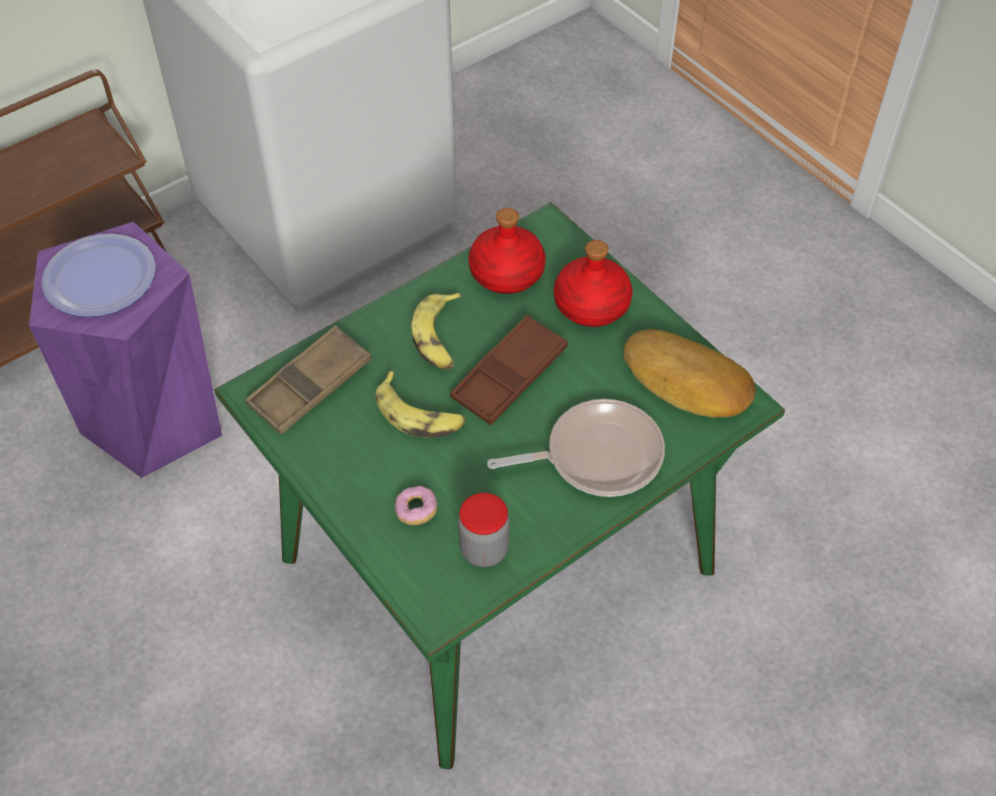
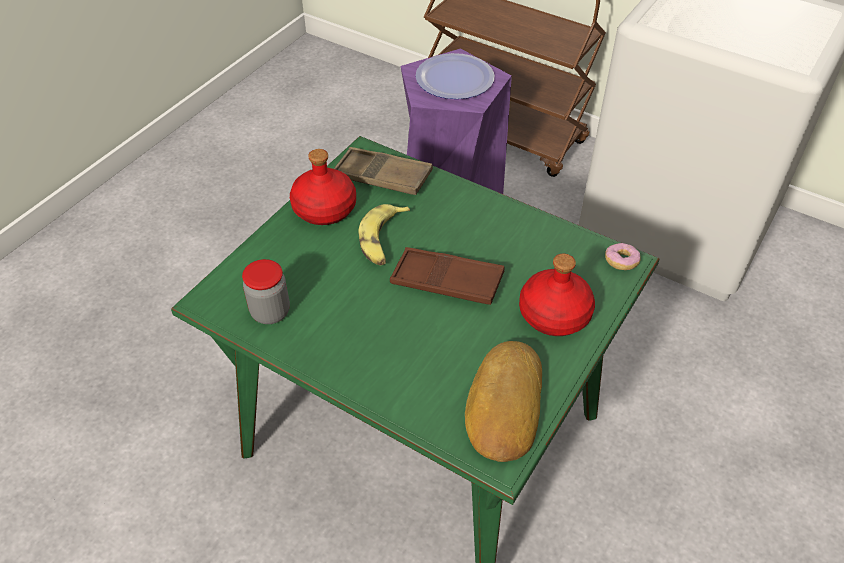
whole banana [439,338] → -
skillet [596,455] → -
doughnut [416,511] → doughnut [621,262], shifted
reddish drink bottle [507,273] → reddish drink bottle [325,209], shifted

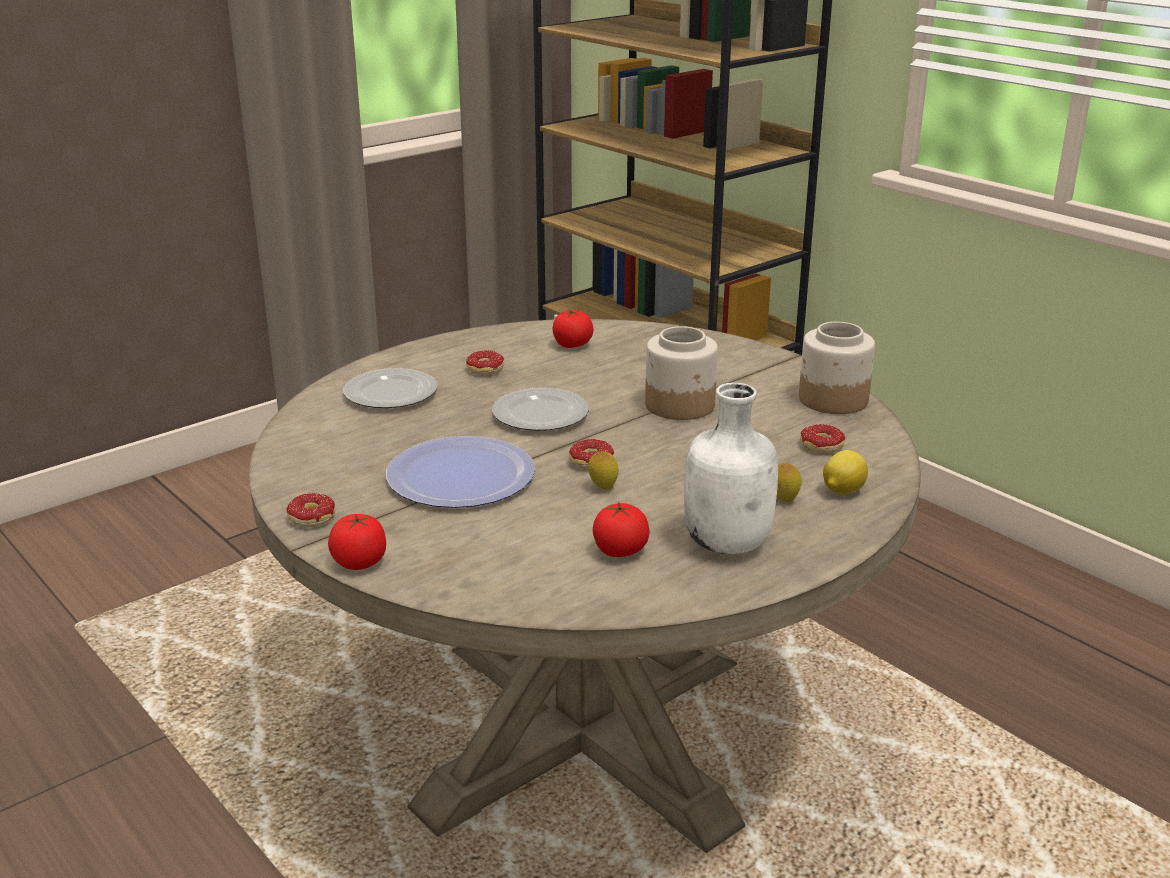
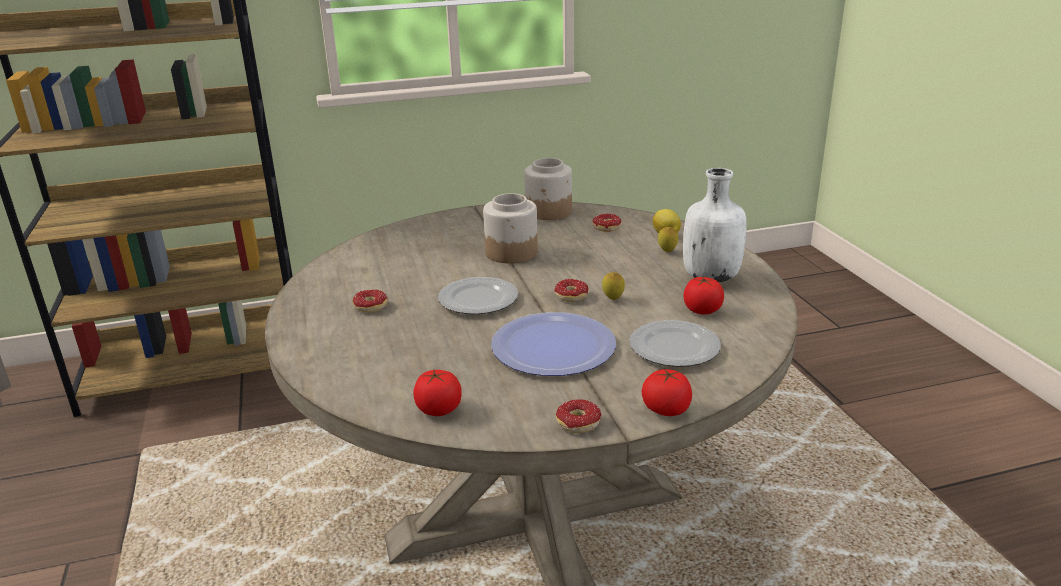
plate [390,394] → plate [675,348], shifted
fresh tomato [572,345] → fresh tomato [439,409], shifted

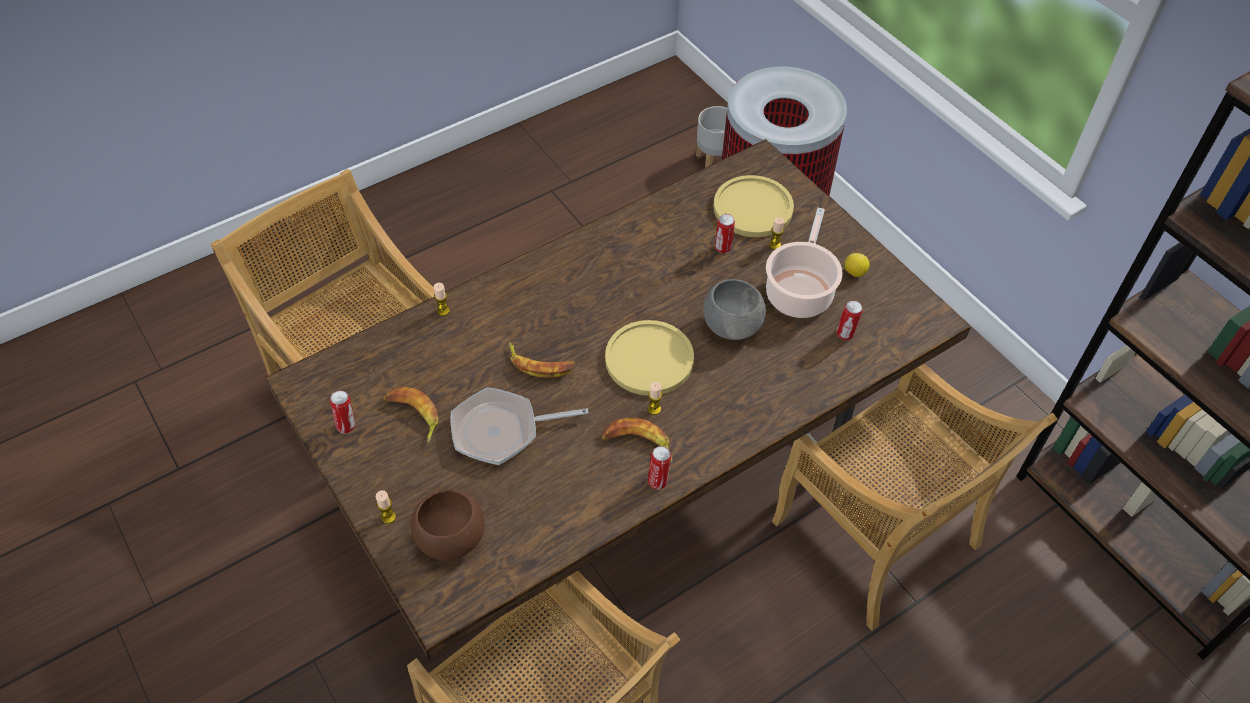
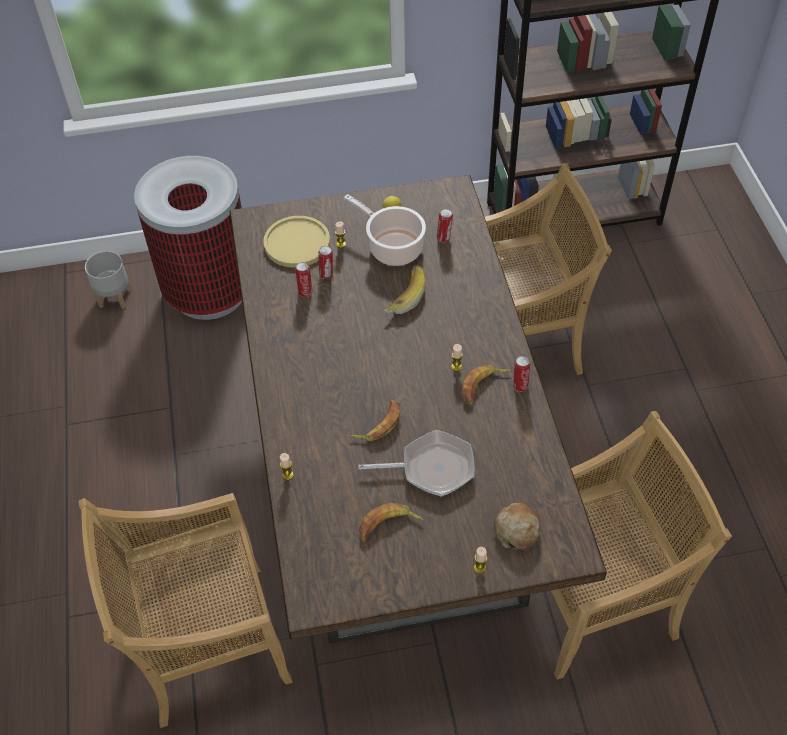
yellow-coloured plate [649,359] → -
metal can [347,426] → metal can [305,292], shifted
brown bowl [450,538] → baked bread [516,530]
greyish bowl [732,326] → whole banana [403,296]
skillet [502,431] → skillet [431,468], 105 degrees counterclockwise

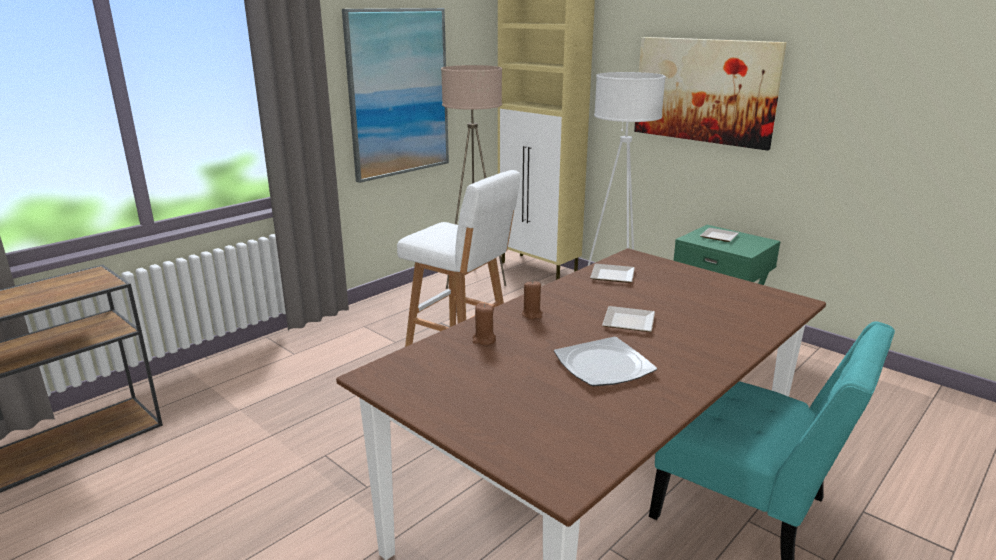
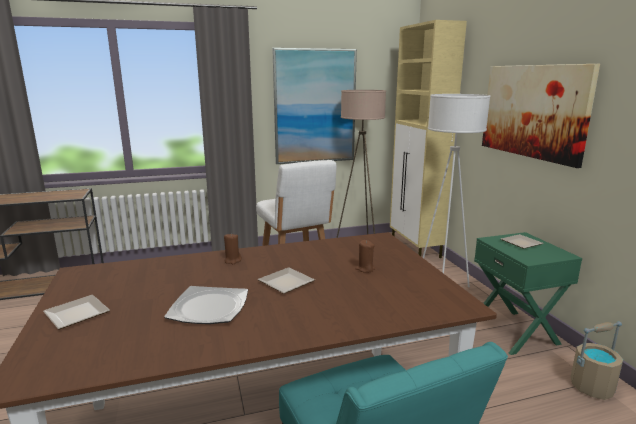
- → sand-coloured water bucket [592,387]
brown wax candle [484,340] → brown wax candle [365,269], shifted
plate [611,275] → plate [78,313], shifted

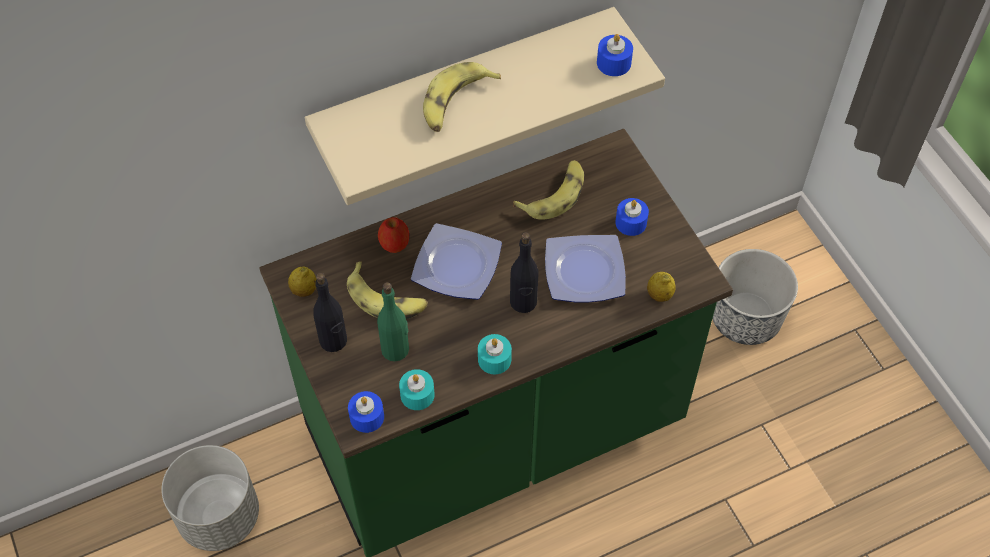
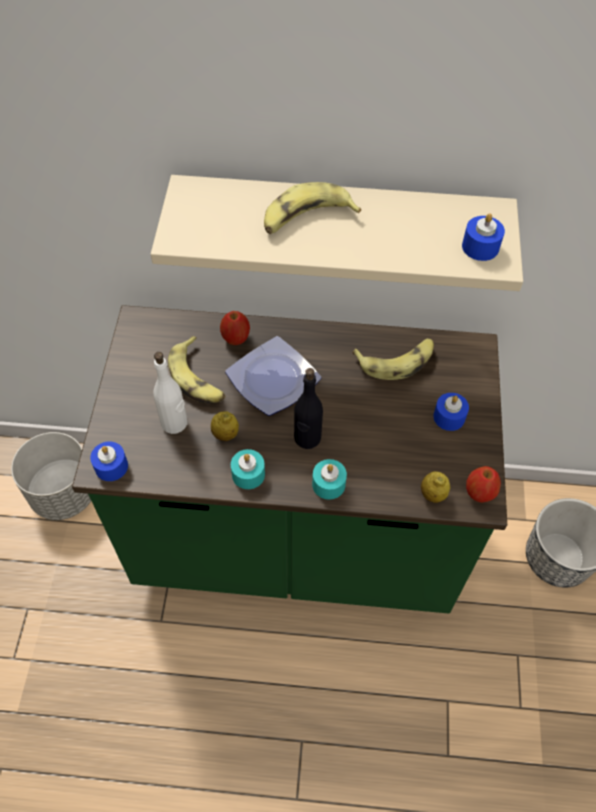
black drink bottle [333,341] → -
plate [583,273] → -
- → apple [480,492]
lemon [304,290] → lemon [225,434], shifted
turquoise-coloured wax candle [417,395] → turquoise-coloured wax candle [328,484], shifted
green-coloured drink bottle [395,349] → whitish drink bottle [174,423]

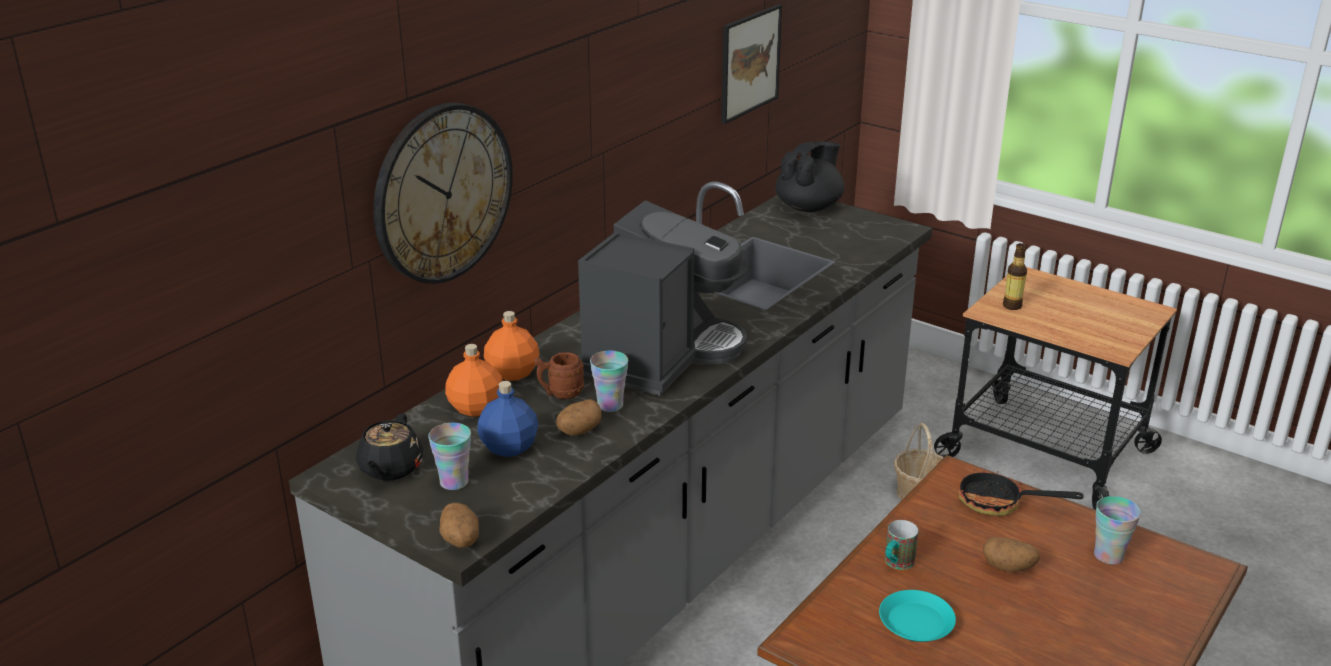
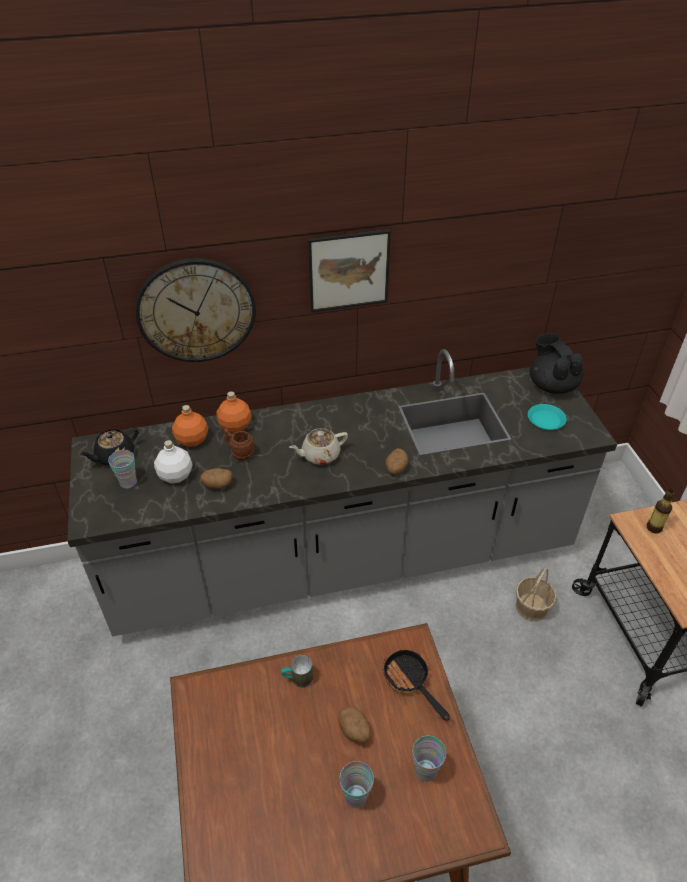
spud [460,541] → spud [395,469], shifted
cup [610,405] → cup [356,796], shifted
wall art [750,63] → wall art [349,271], shifted
turquoise-coloured plate [916,622] → turquoise-coloured plate [546,420], shifted
coffee maker [659,354] → sand-coloured teapot [320,455]
blue-coloured drink bottle [508,447] → whitish drink bottle [175,475]
black teapot [809,207] → black teapot [552,385], 105 degrees counterclockwise

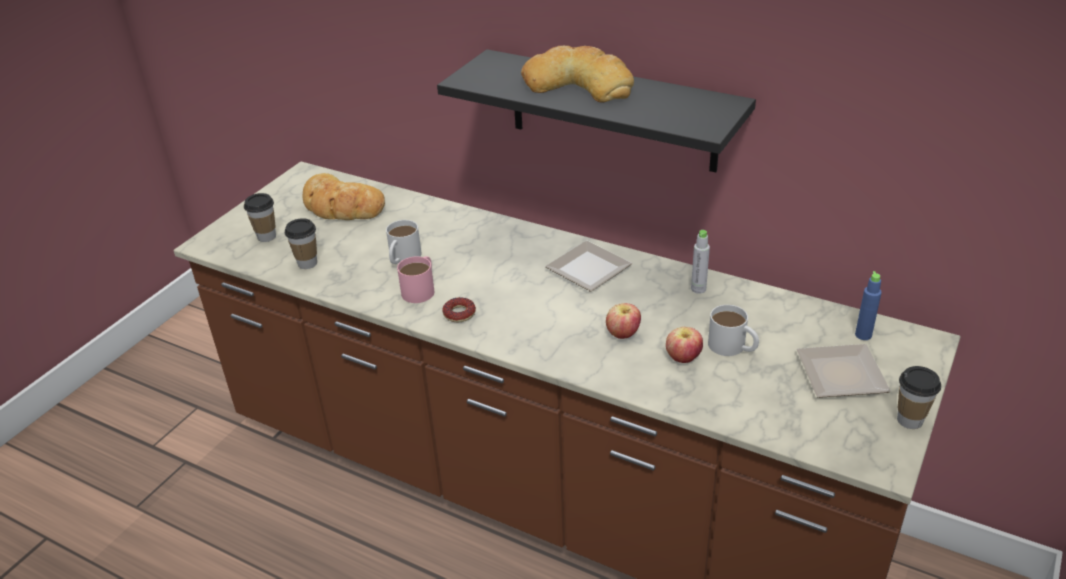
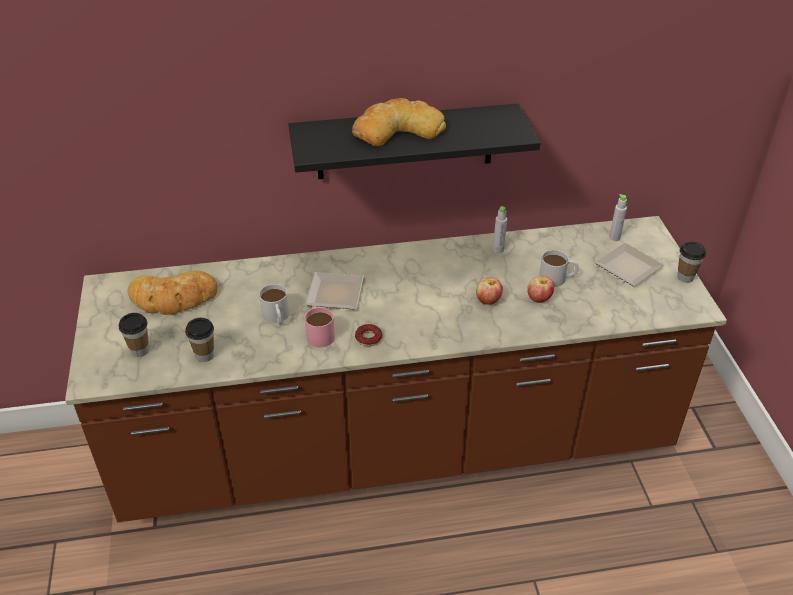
plate [588,268] → plate [333,292], shifted
blue-coloured drink bottle [863,335] → greyish drink bottle [614,237]

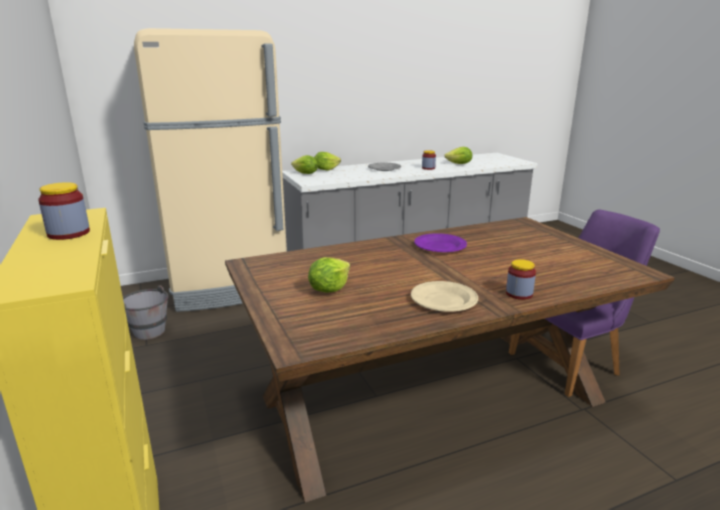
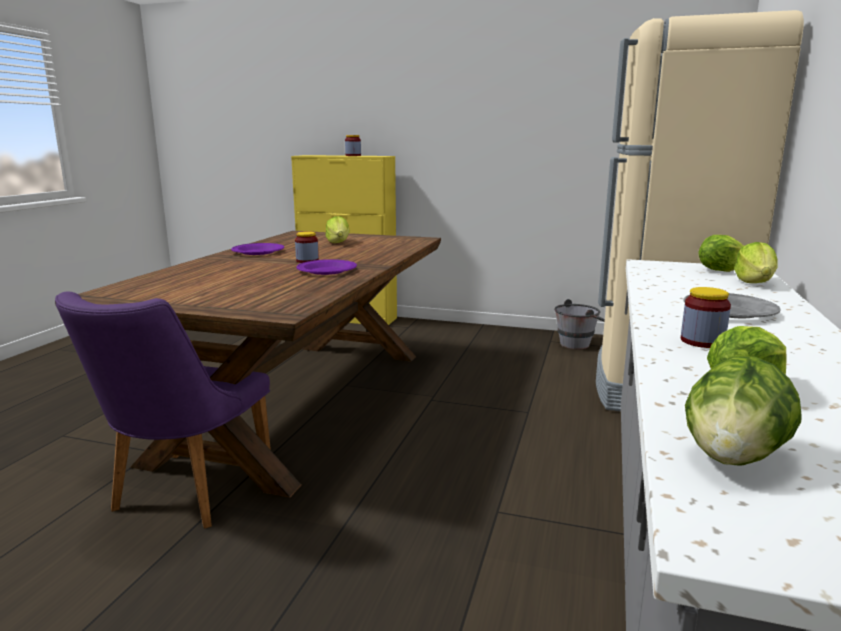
- → lettuce [734,456]
storage jar [519,294] → storage jar [307,261], shifted
sand-coloured plate [444,300] → purplish plate [258,252]

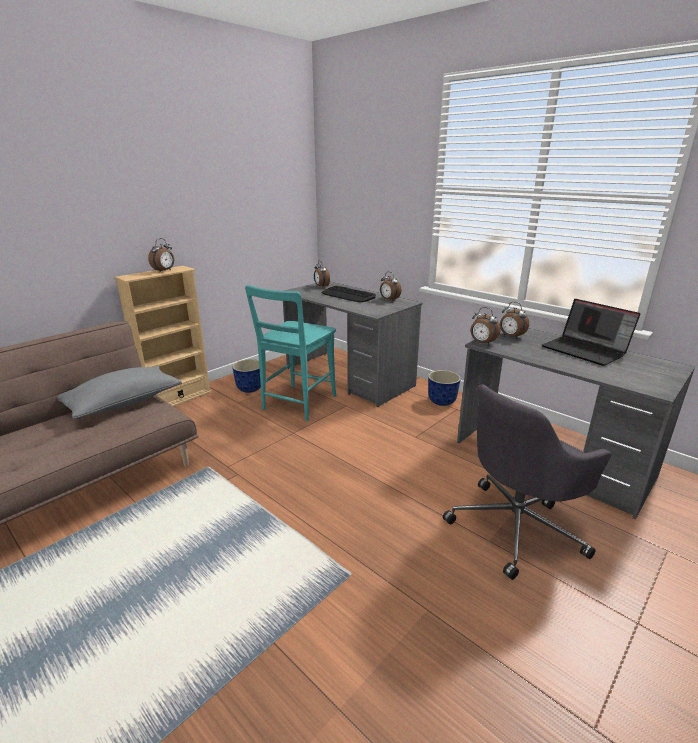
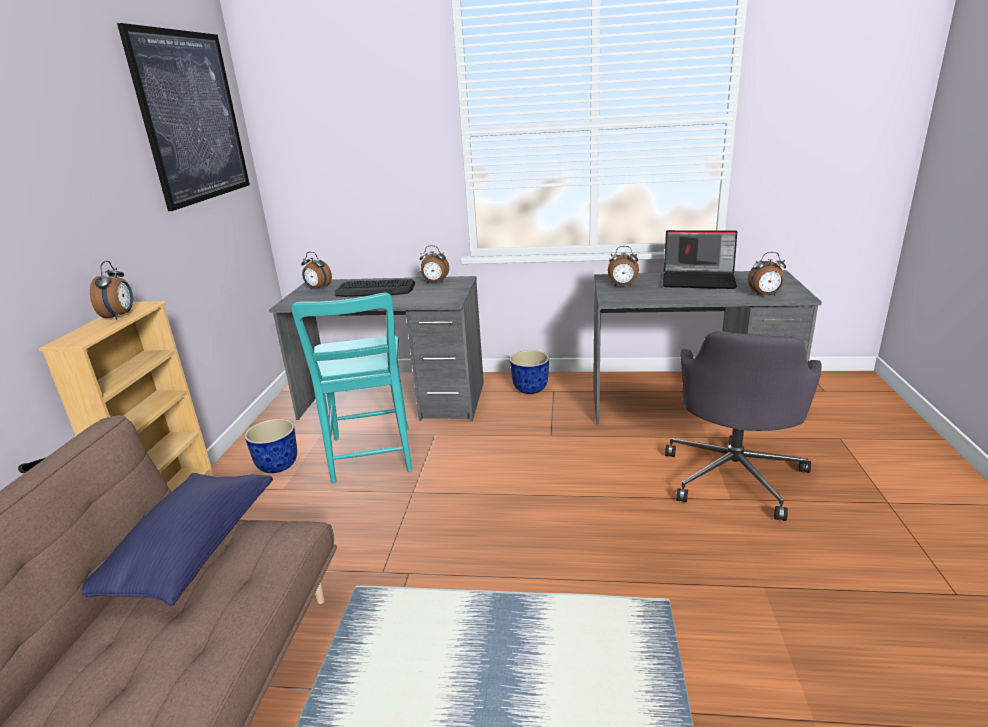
- → wall art [192,117]
table clock [482,343] → table clock [765,295], shifted
greyish pillow [123,403] → blue-coloured pillow [191,551]

